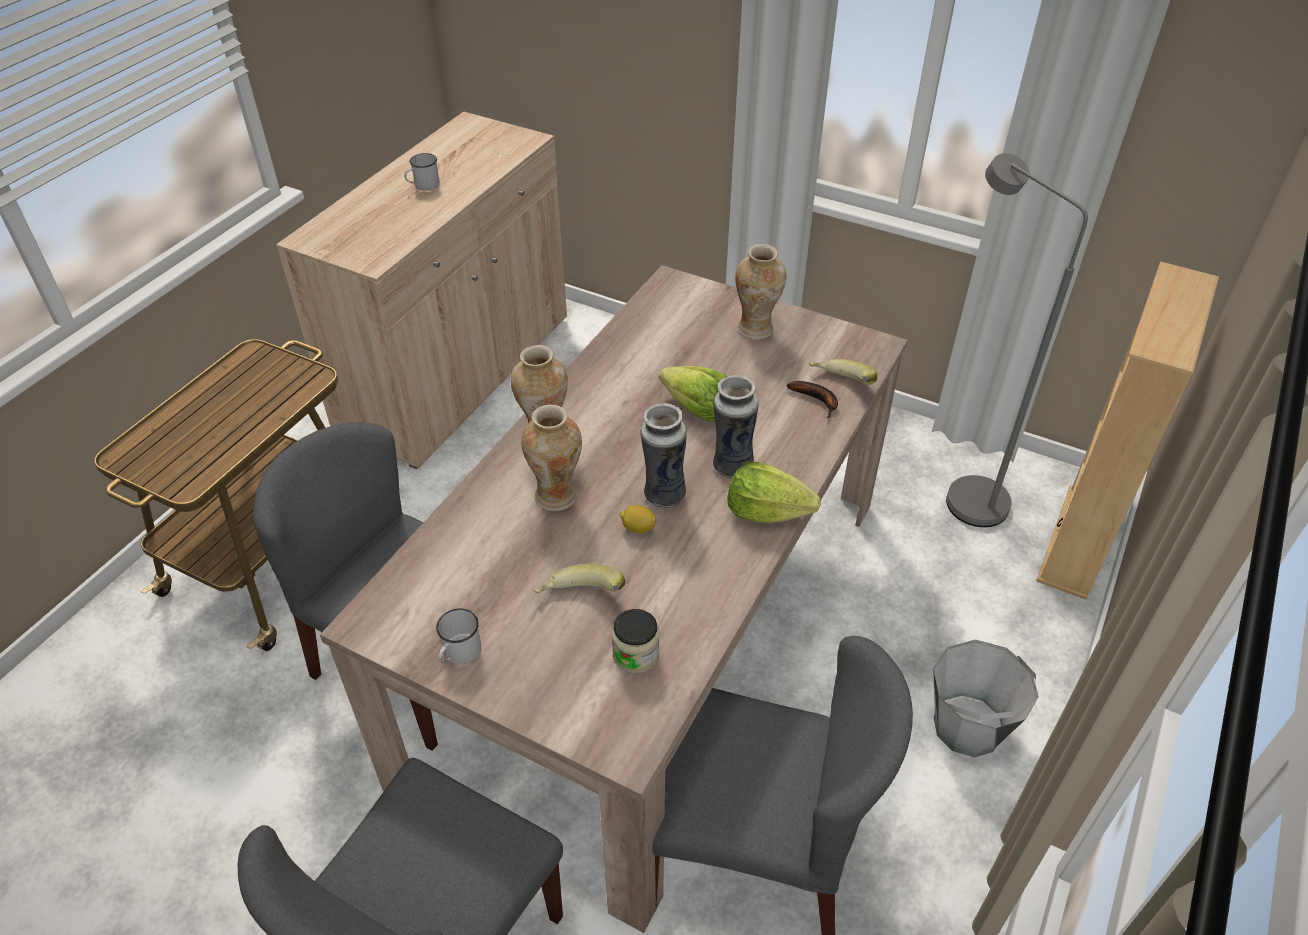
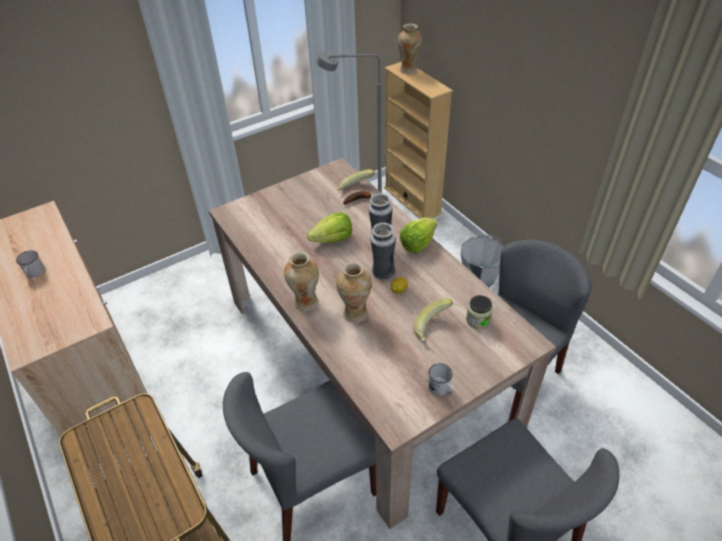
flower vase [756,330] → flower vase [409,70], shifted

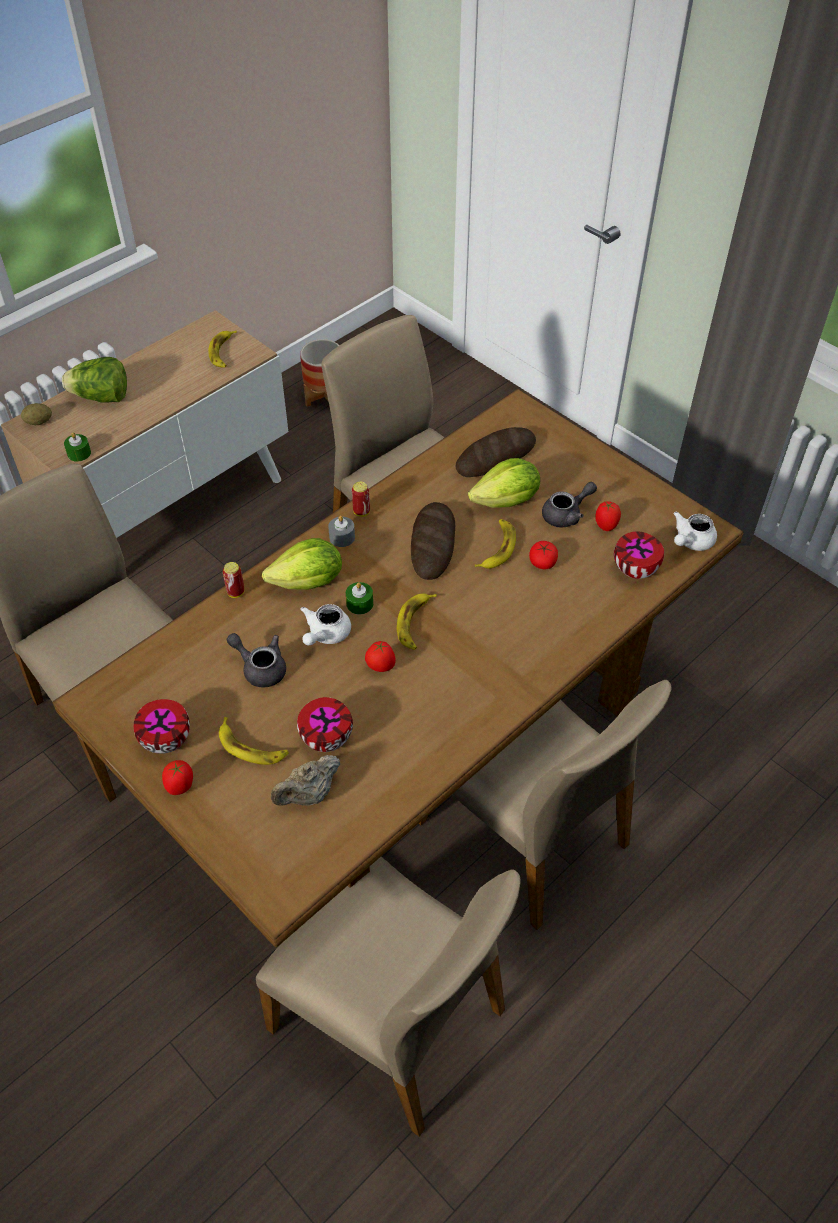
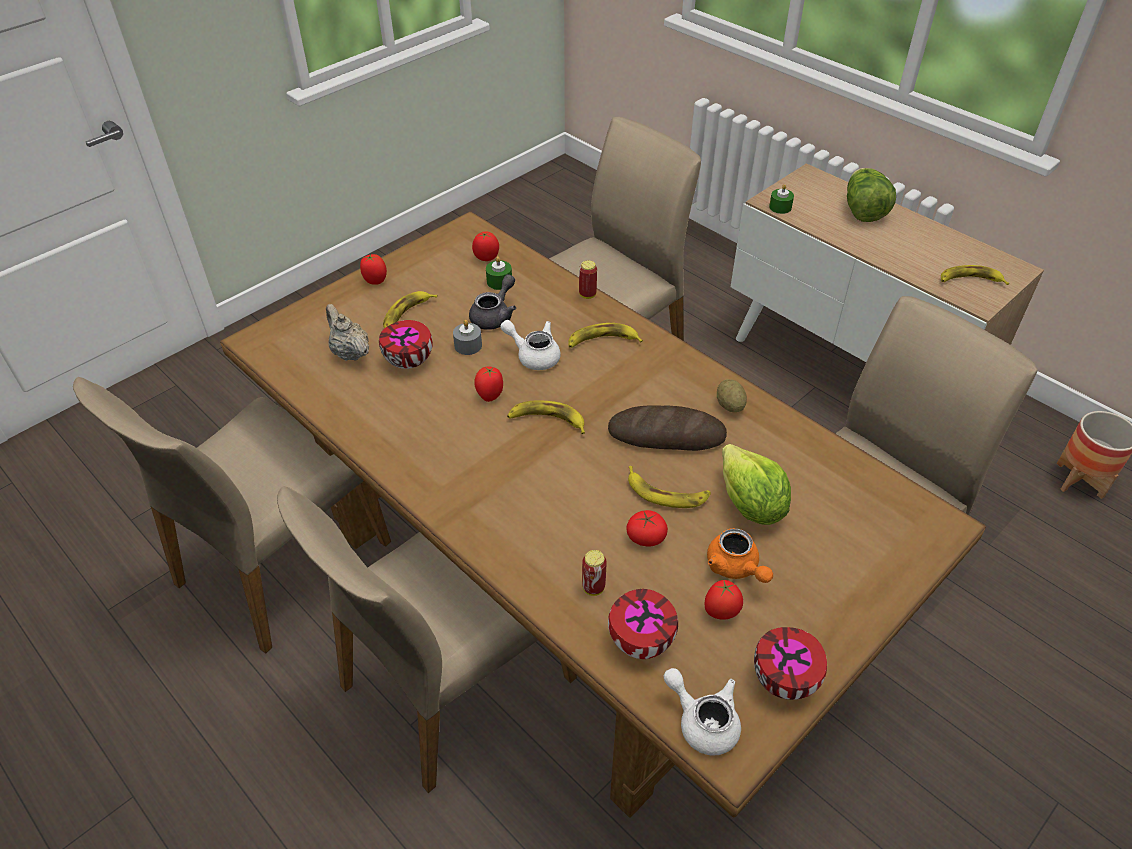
baked bread [495,457] → -
- → fresh tomato [486,258]
spud [39,422] → spud [730,405], shifted
bowl [167,739] → bowl [786,681], shifted
greyish wax candle [342,537] → greyish wax candle [468,345], shifted
green-coloured wax candle [359,604] → green-coloured wax candle [499,281], shifted
metal can [361,512] → metal can [593,587], shifted
lettuce [308,582] → whole banana [602,341]
greyish teapot [566,514] → orangey teapot [735,568]

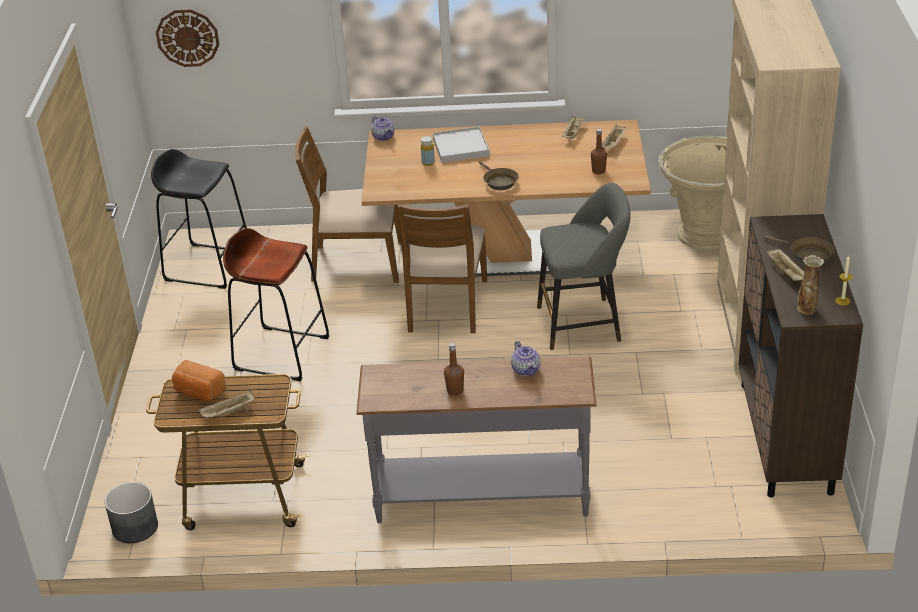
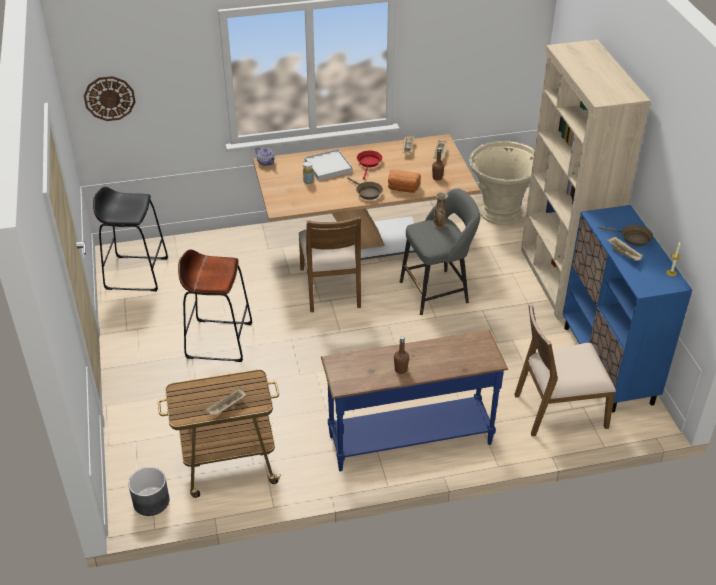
teapot [526,370] → -
- → reddish skillet [369,163]
baked bread [199,392] → baked bread [403,188], shifted
brown upright chair [356,262] → brown upright chair [559,409], shifted
flower vase [807,309] → flower vase [439,225], shifted
greyish console table [482,496] → blue-coloured console table [409,439]
brown cabinet [785,438] → blue-coloured cabinet [607,365]

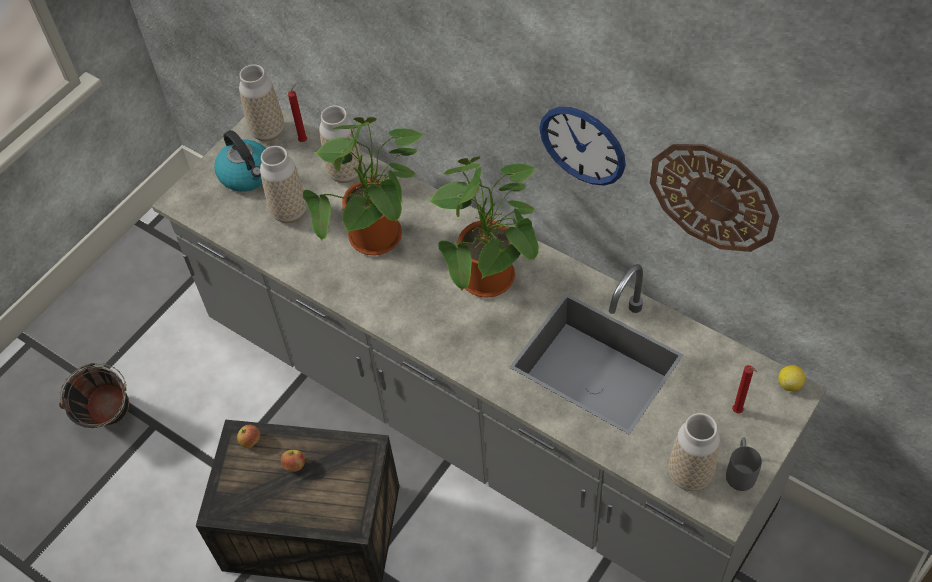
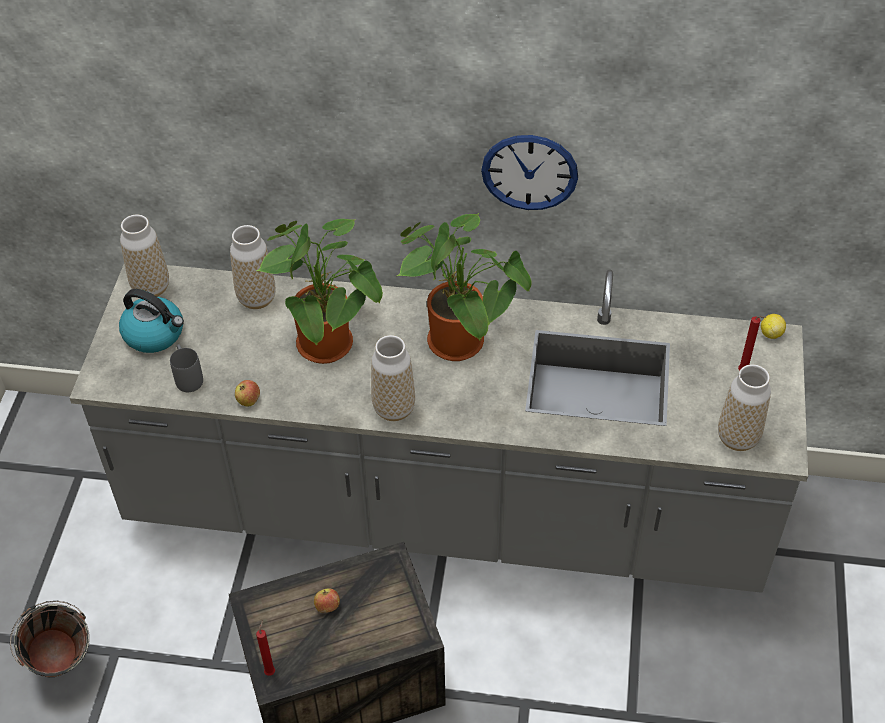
hanging clock [714,196] → -
apple [250,441] → apple [248,400], shifted
flower vase [289,212] → flower vase [394,409], shifted
reddish wax candle [304,140] → reddish wax candle [270,671], shifted
greyish coffee mug [740,471] → greyish coffee mug [187,377], shifted

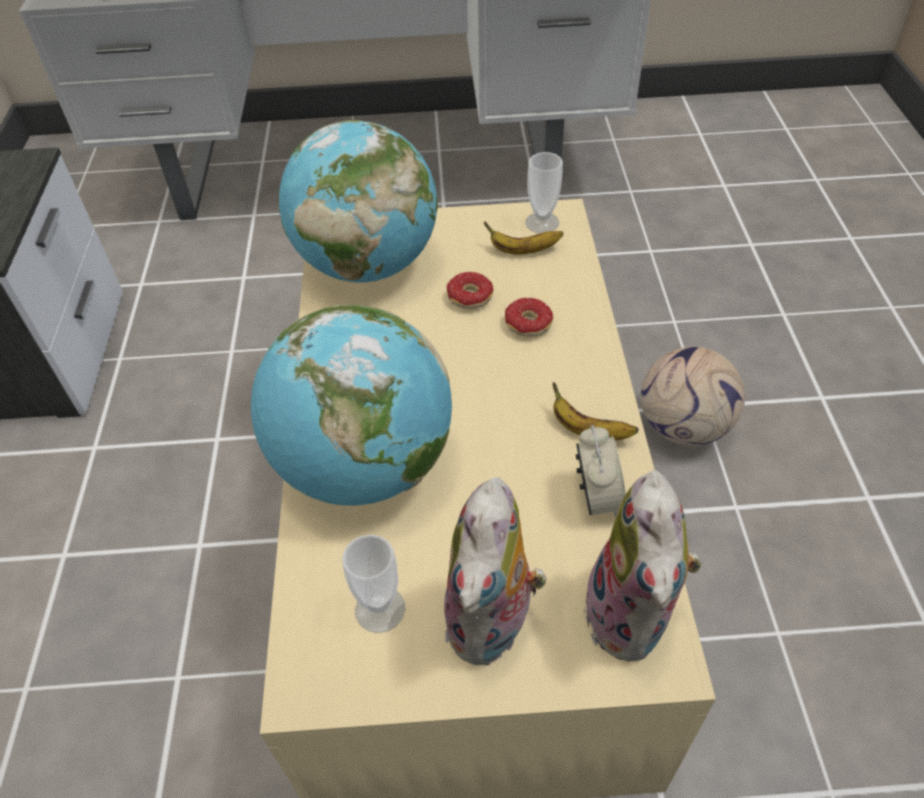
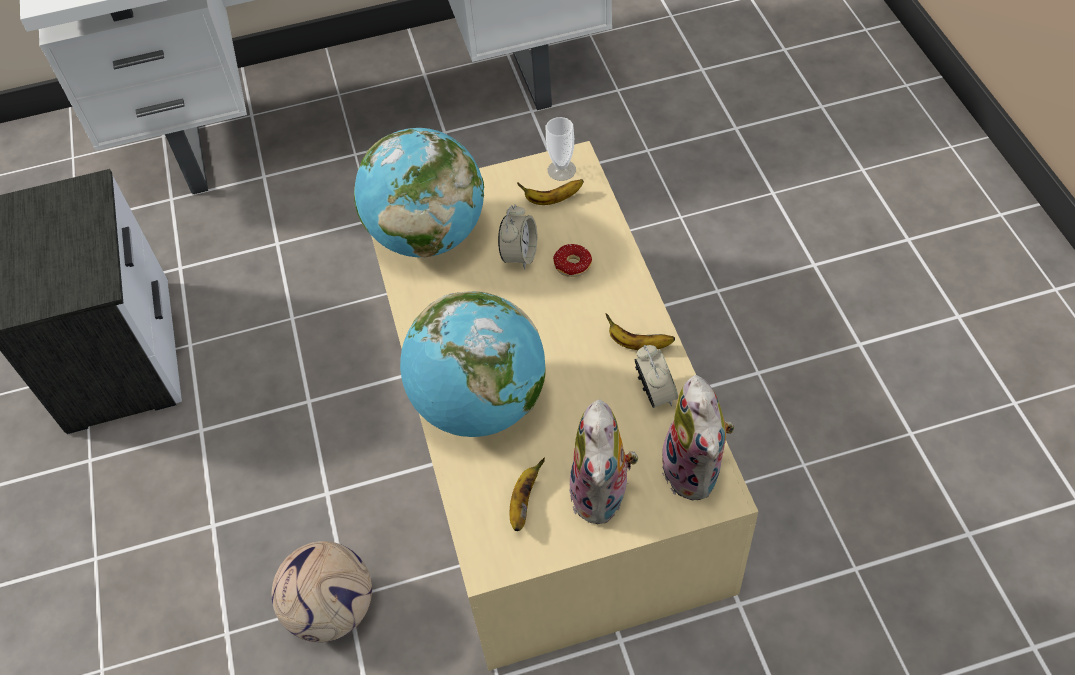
football ball [684,426] → football ball [333,609], shifted
cup [380,609] → whole banana [523,502]
doughnut [467,303] → table clock [519,255]

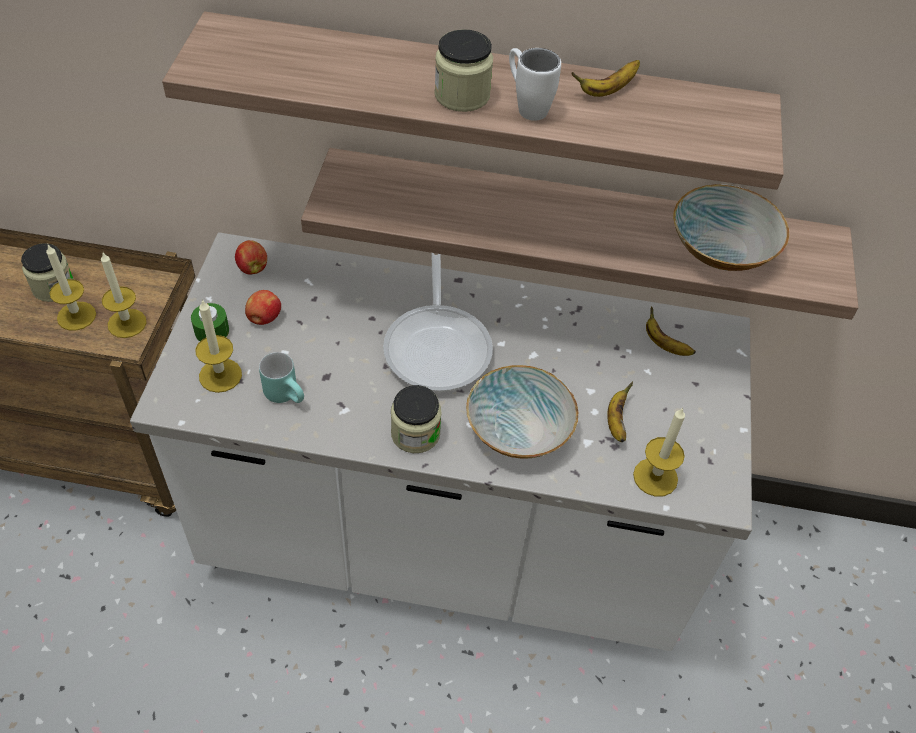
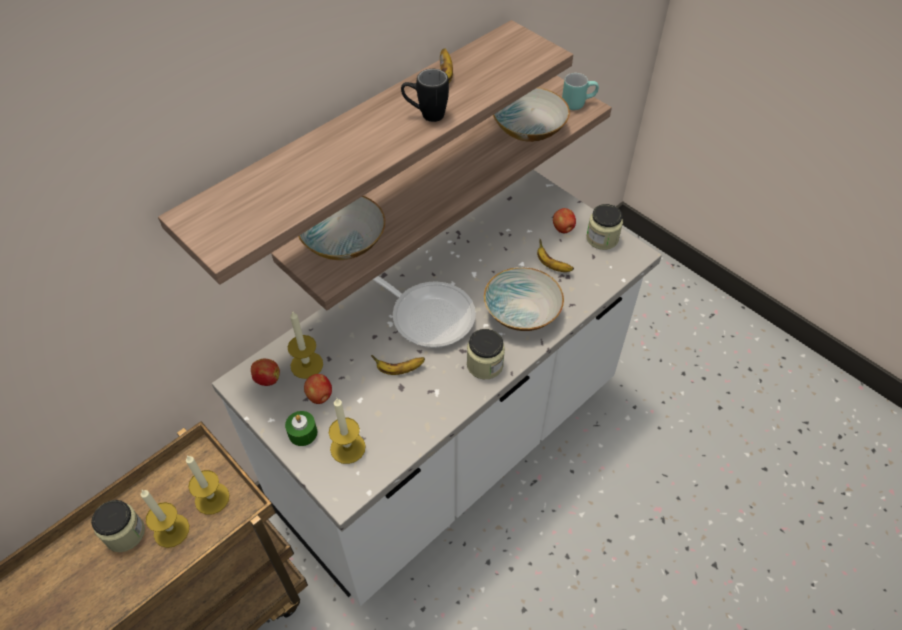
- → bowl [343,242]
- → apple [563,229]
turquoise-coloured coffee mug [287,394] → turquoise-coloured coffee mug [577,102], shifted
storage jar [462,95] → storage jar [602,238], shifted
wax candle [655,477] → wax candle [306,365], shifted
whole banana [664,344] → whole banana [399,370], shifted
whitish coffee mug [526,106] → black coffee mug [425,115]

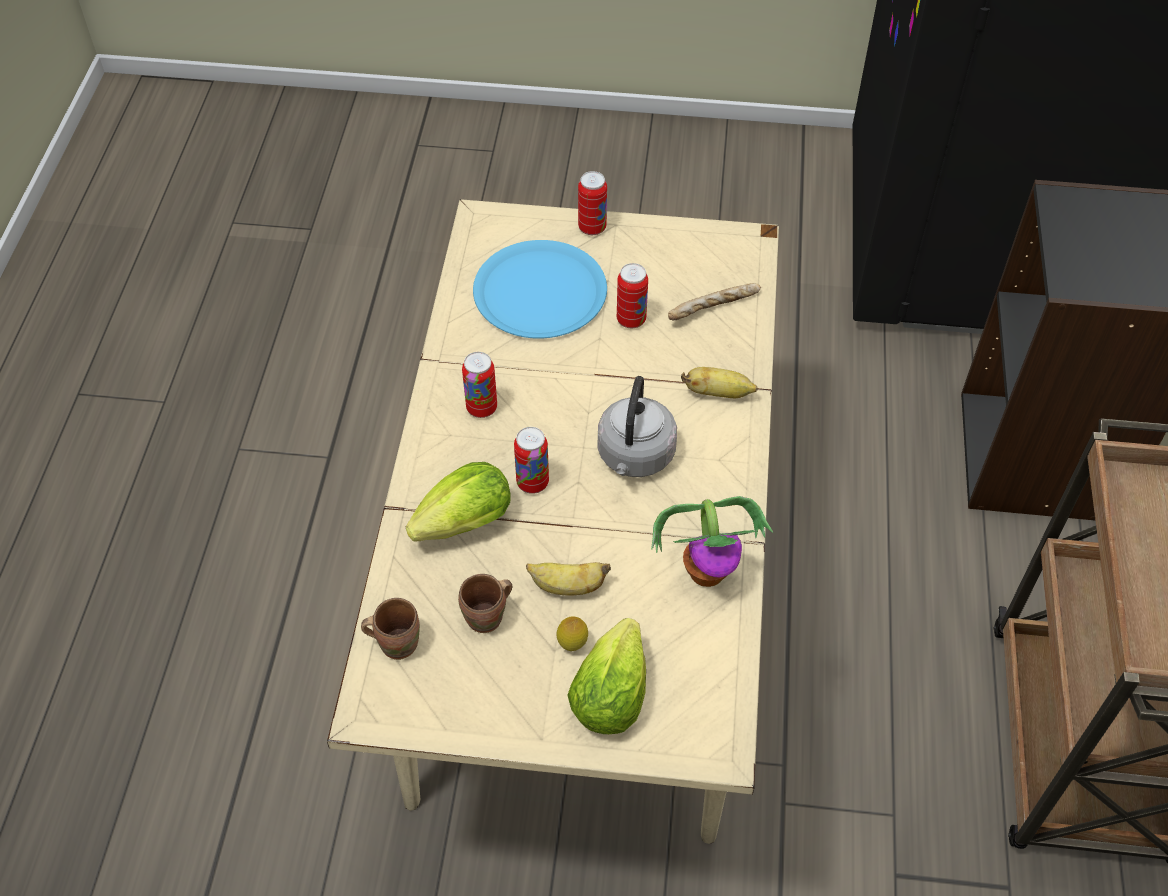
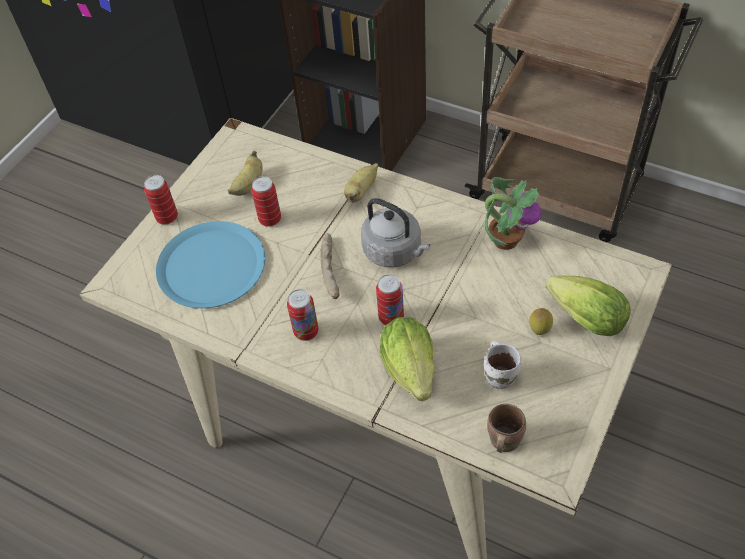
whole banana [567,586] → whole banana [248,185], shifted
baked bread [714,309] → baked bread [332,270], shifted
brown coffee mug [488,618] → whitish coffee mug [501,376]

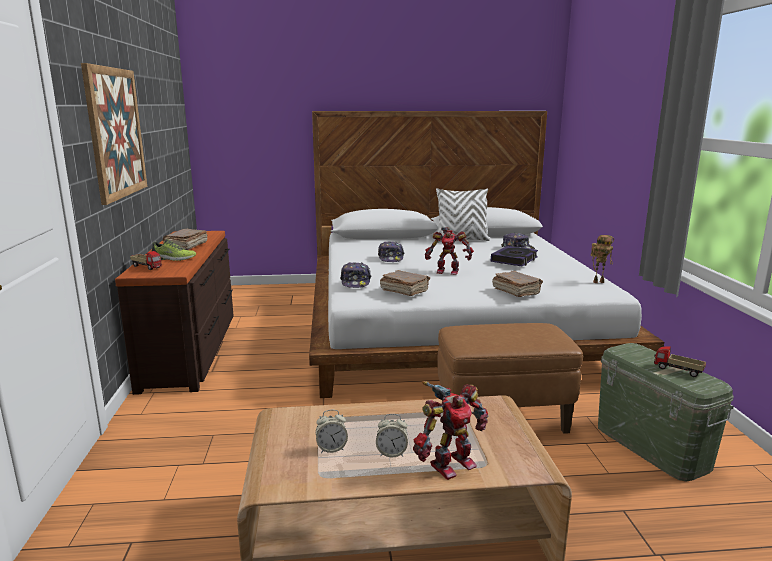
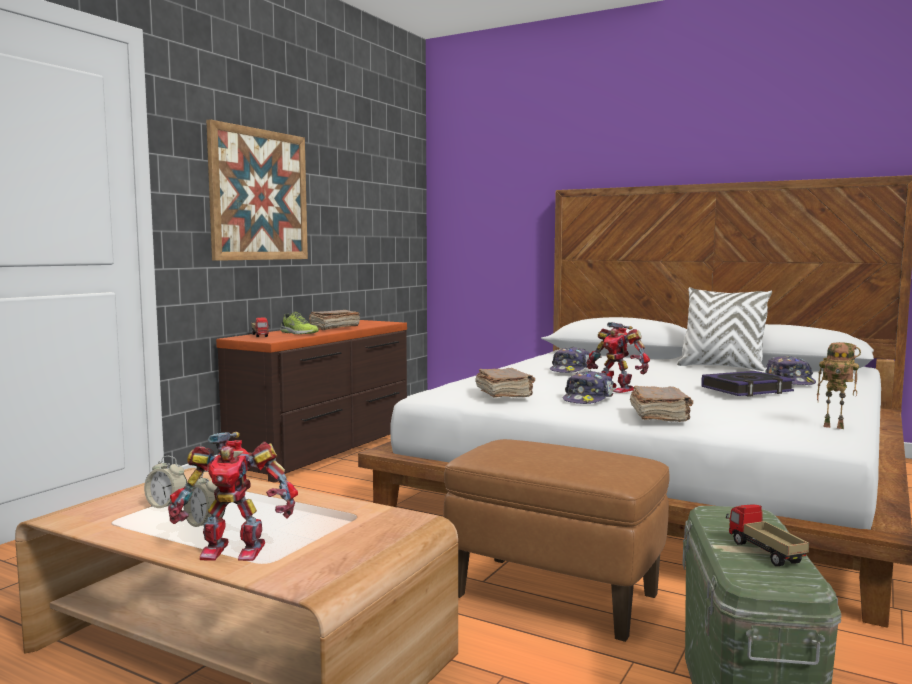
cap [356,282] → cap [588,399], shifted

